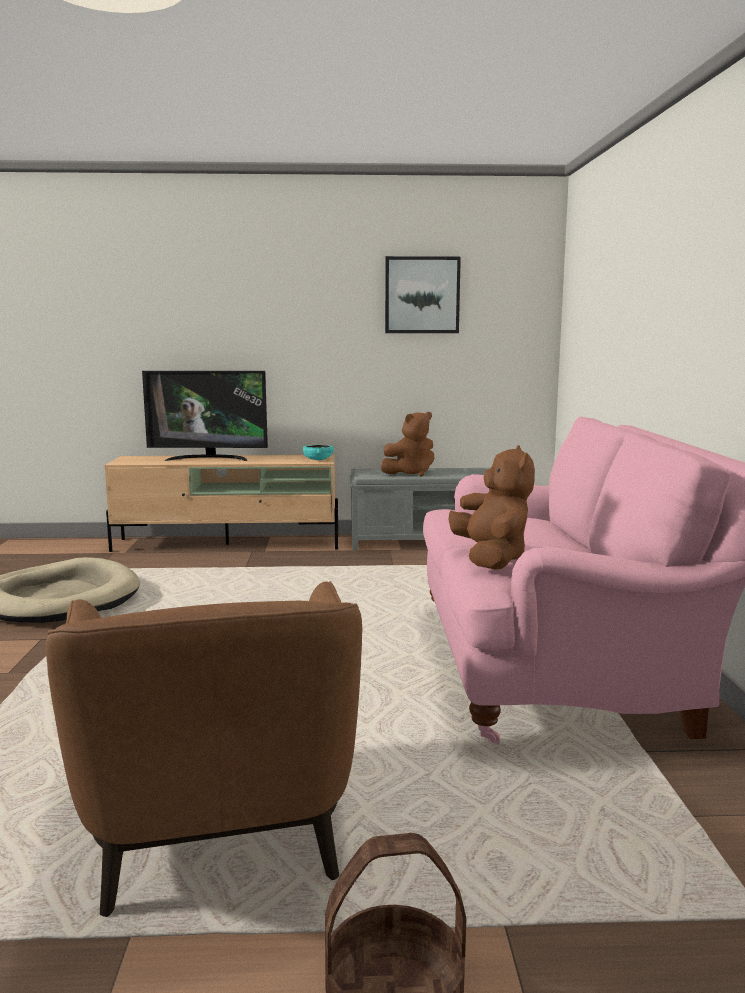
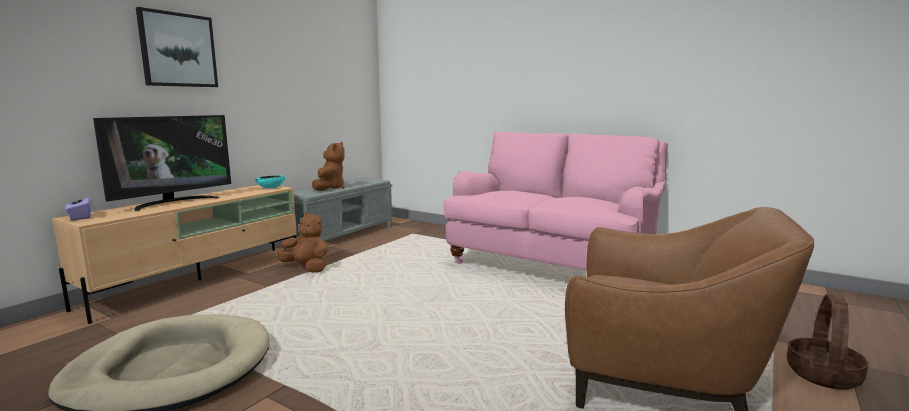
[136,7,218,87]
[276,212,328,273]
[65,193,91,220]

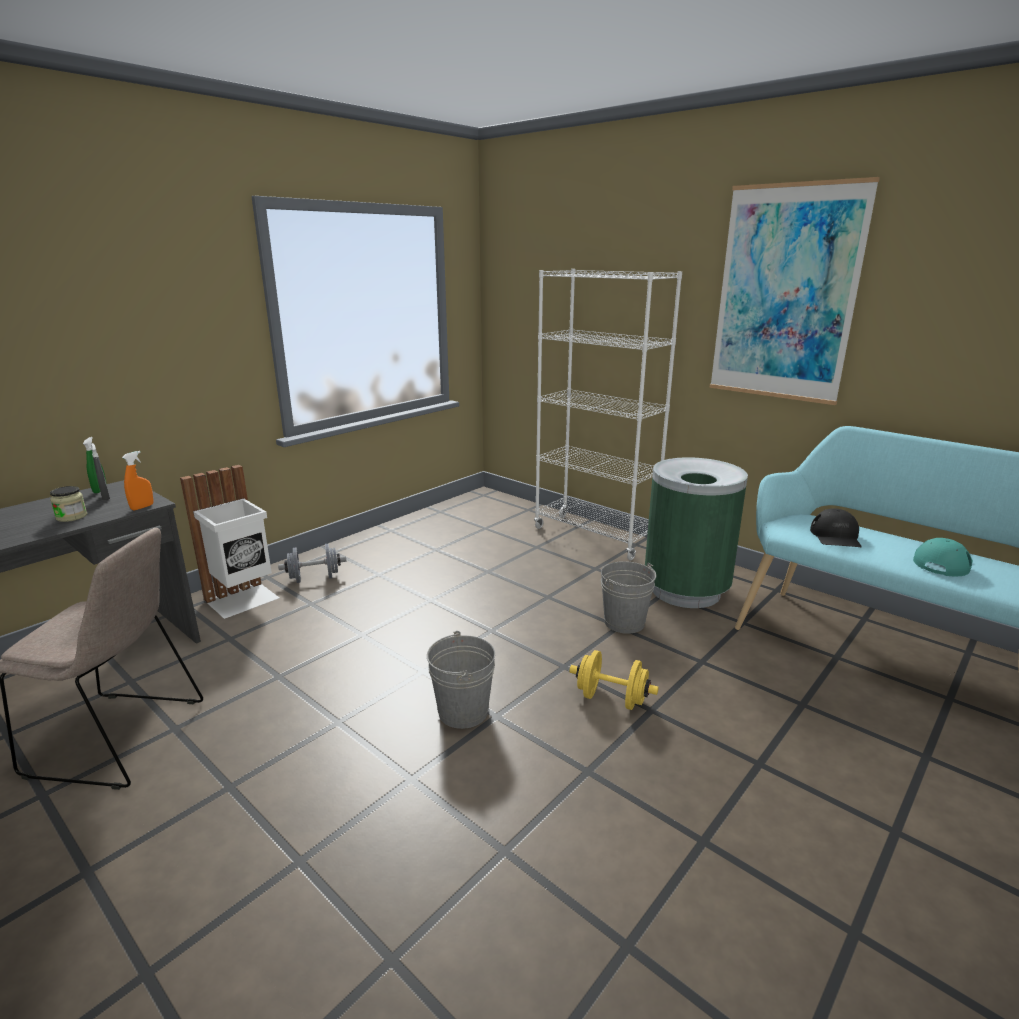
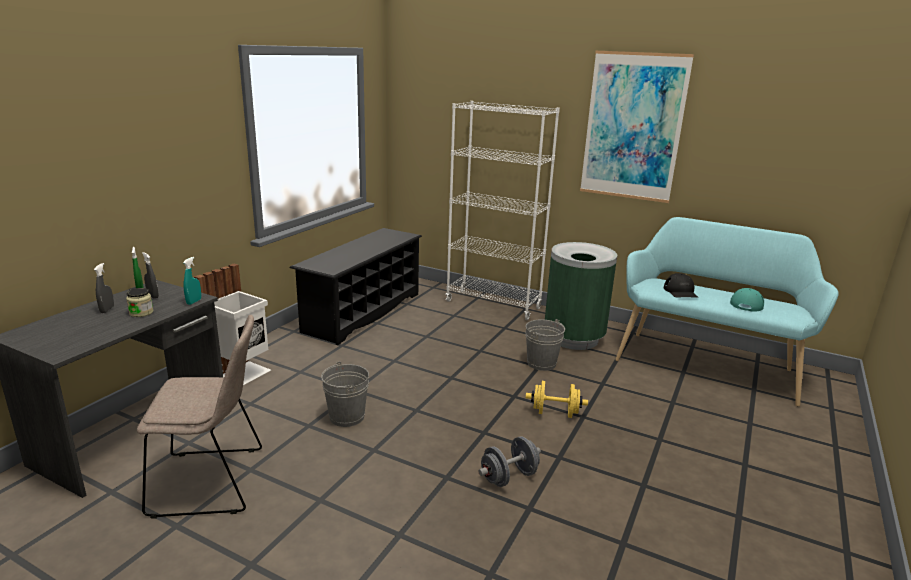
[183,257,201,305]
[478,436,541,487]
[321,361,369,427]
[94,263,114,313]
[289,228,422,345]

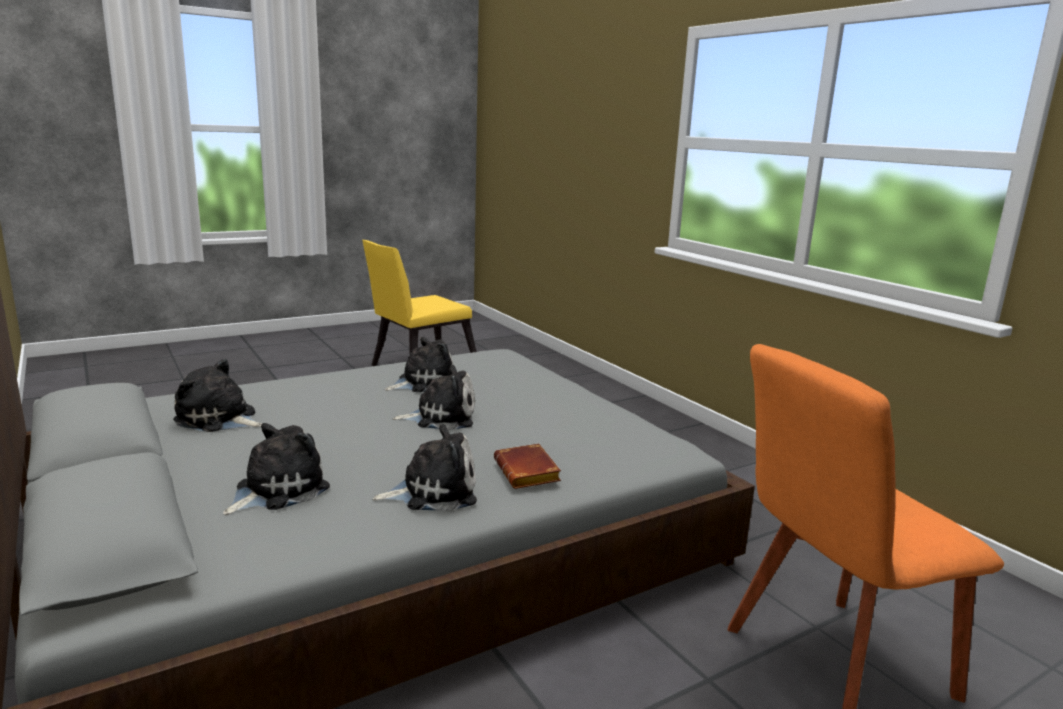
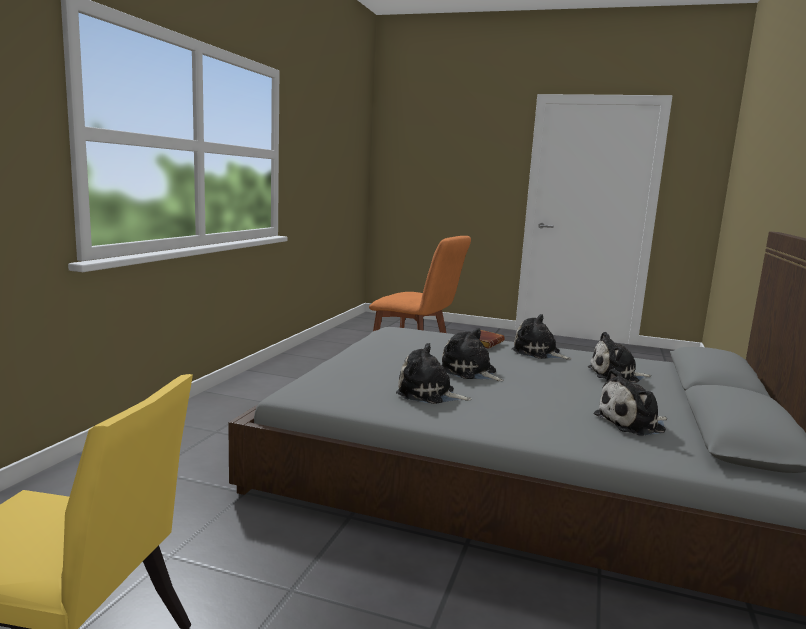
[594,368,667,435]

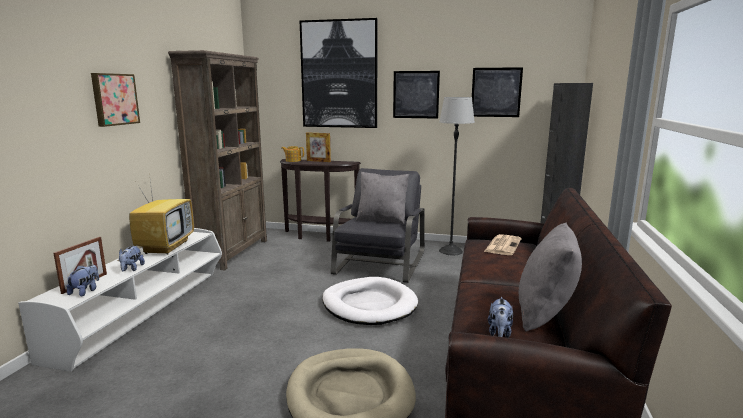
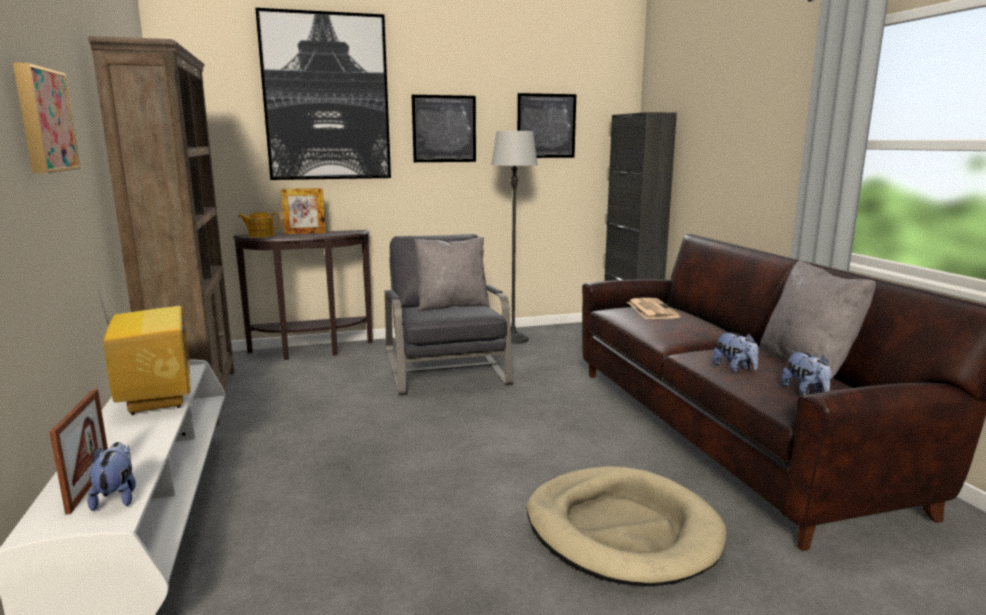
[713,332,759,373]
[322,277,418,325] (first image)

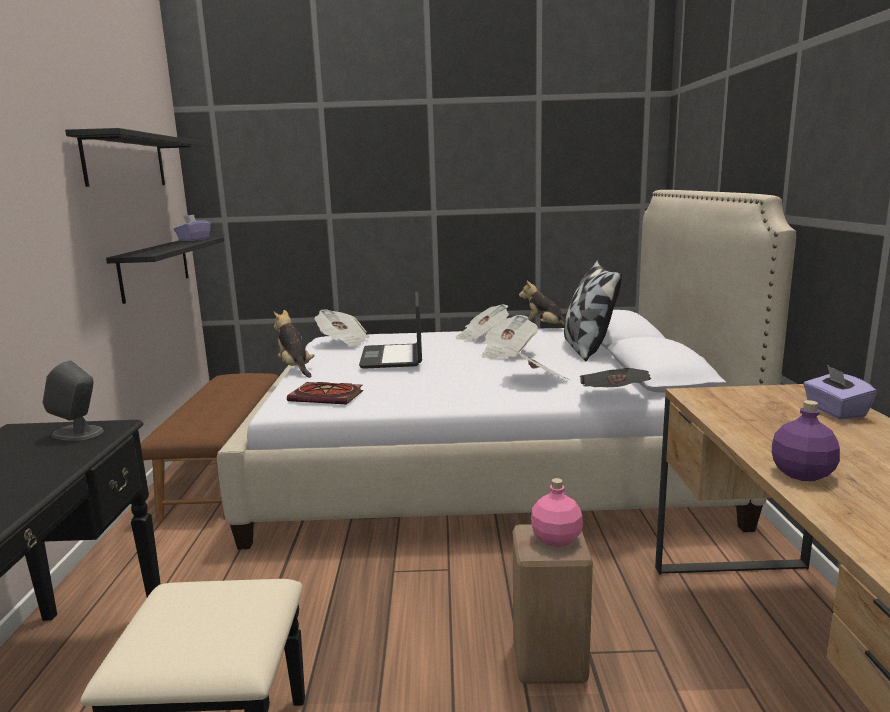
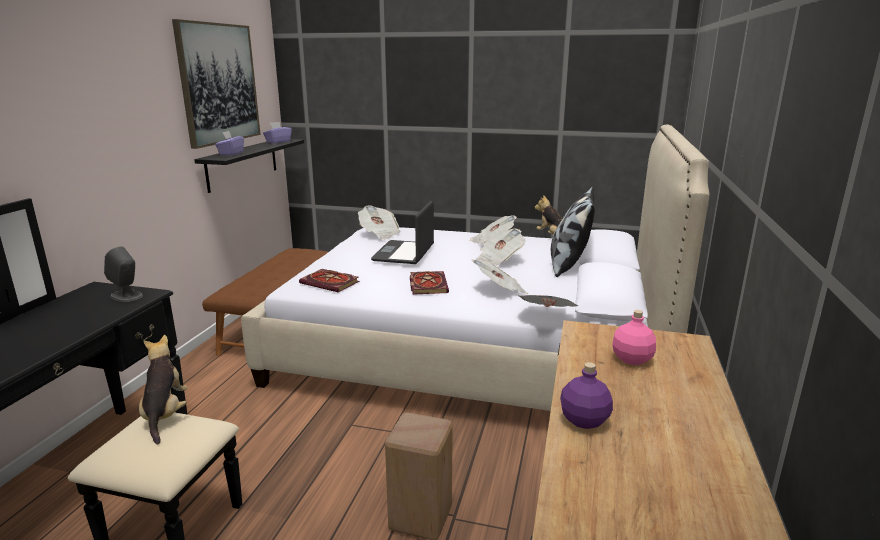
[172,19,261,149]
[139,335,187,444]
[612,310,656,365]
[215,131,244,155]
[410,271,449,295]

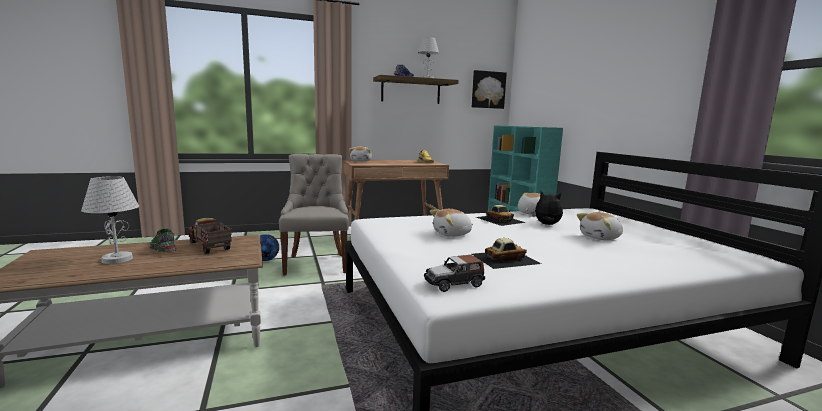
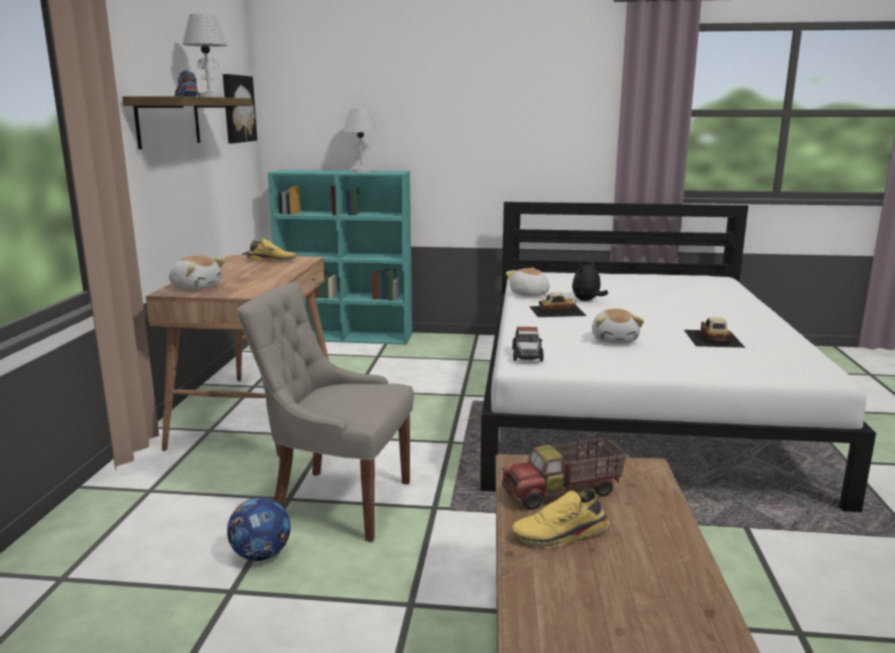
[343,109,377,173]
[511,490,609,548]
[512,327,544,361]
[577,212,623,240] (first image)

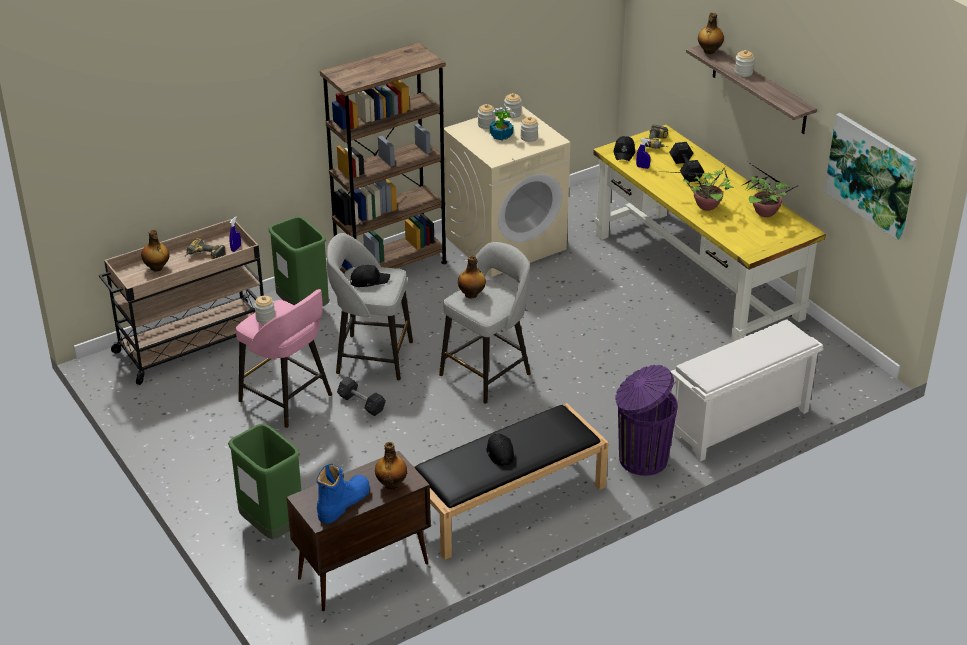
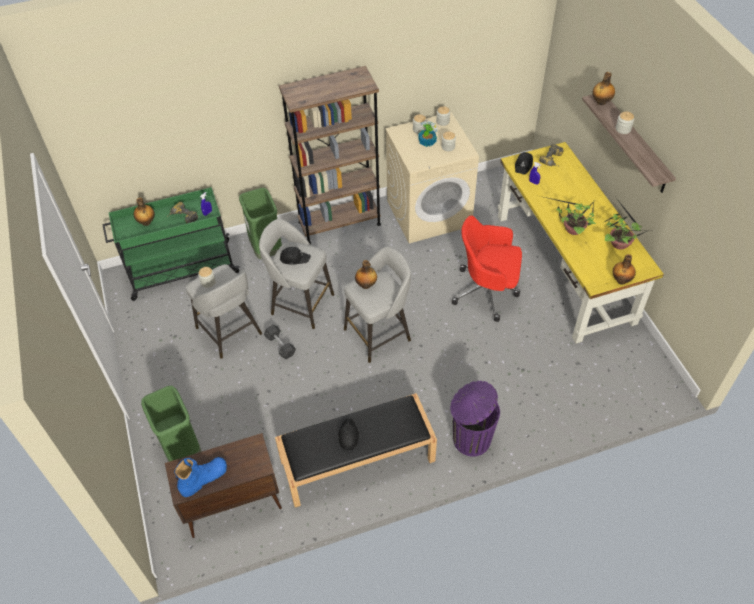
[102,187,240,301]
[186,264,262,359]
[613,254,636,285]
[669,142,705,182] (first image)
[670,319,823,462] (first image)
[824,113,917,241] (first image)
[452,216,522,322]

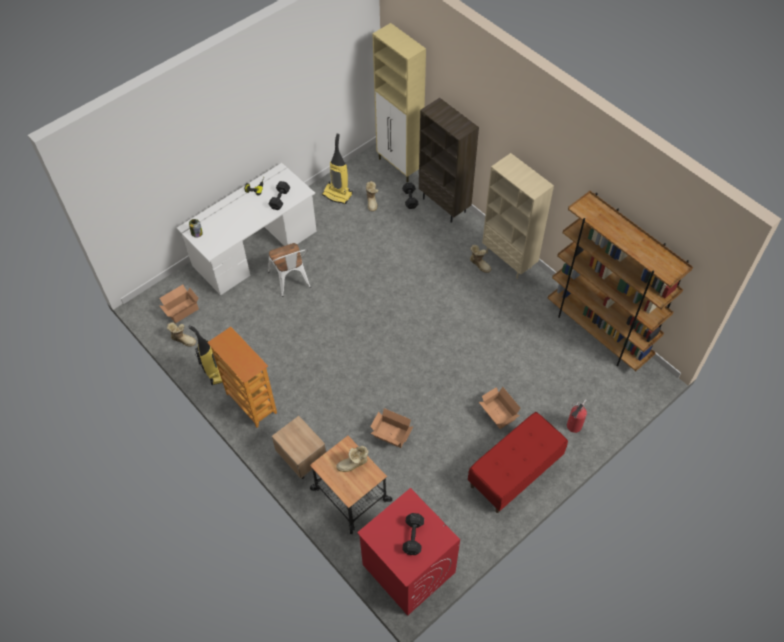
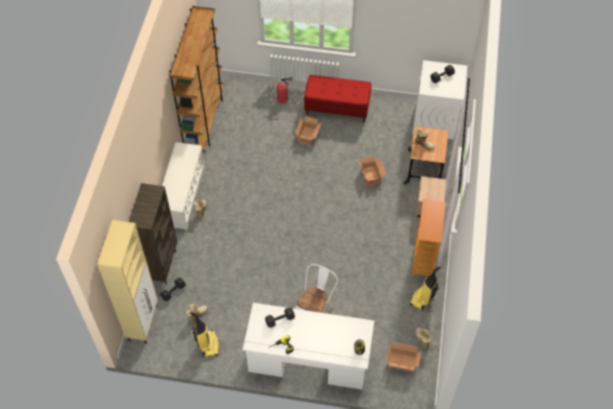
[413,60,467,139]
[162,142,205,231]

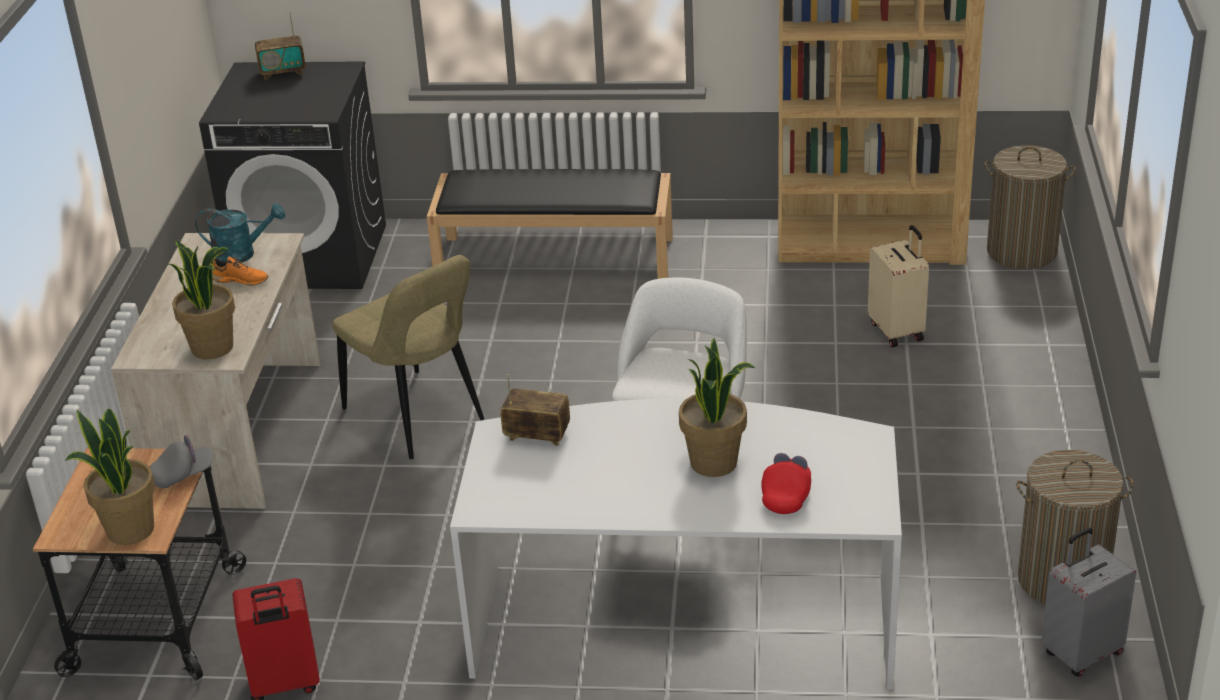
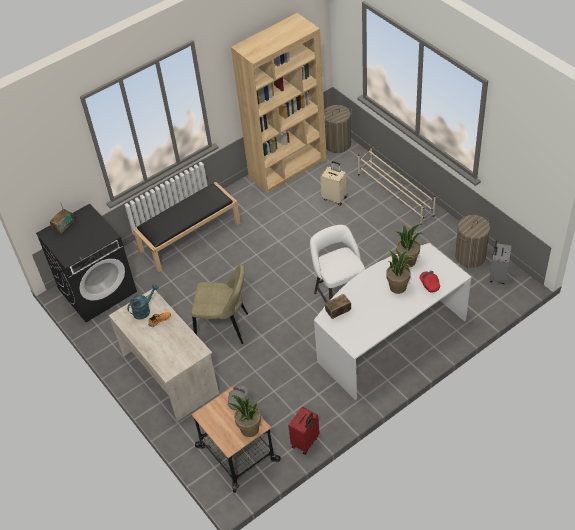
[395,223,425,268]
[358,147,436,225]

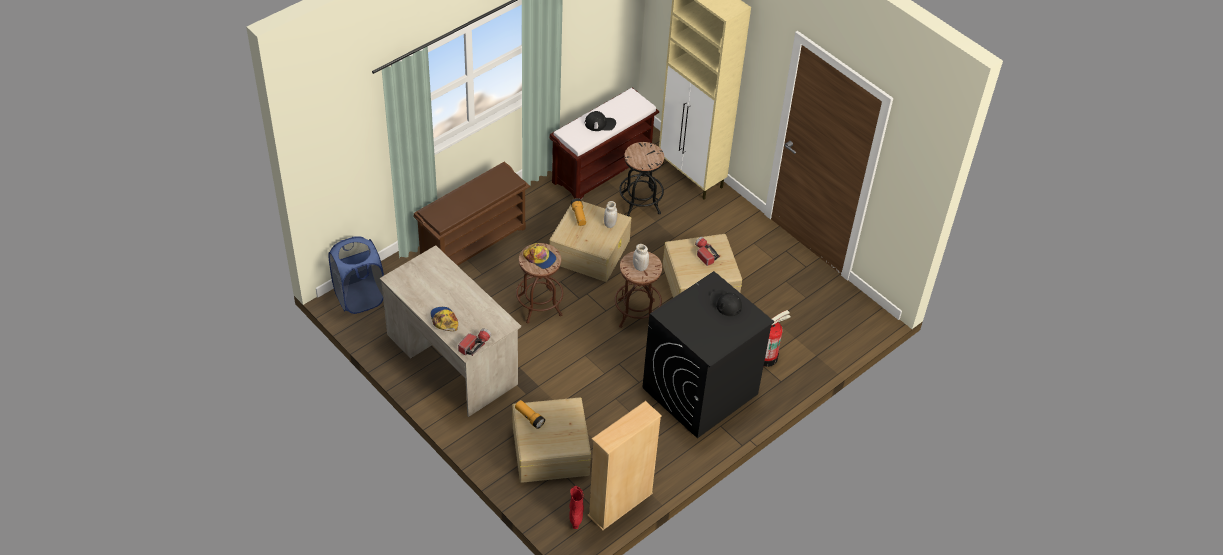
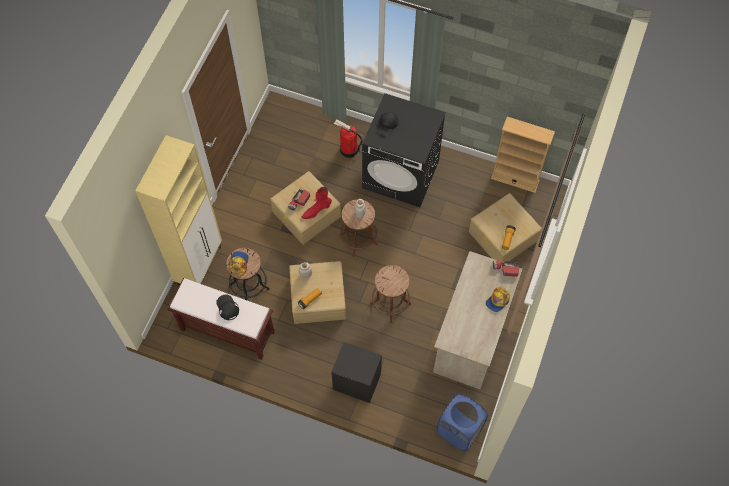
[331,342,382,403]
[229,251,249,276]
[301,187,332,219]

